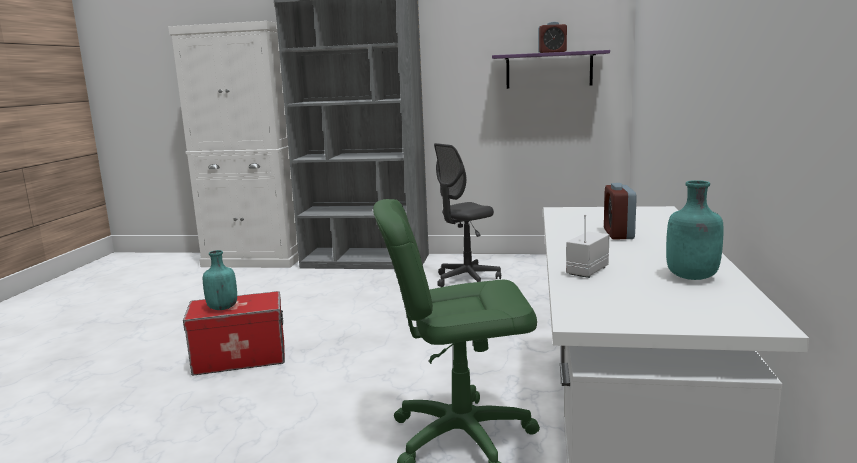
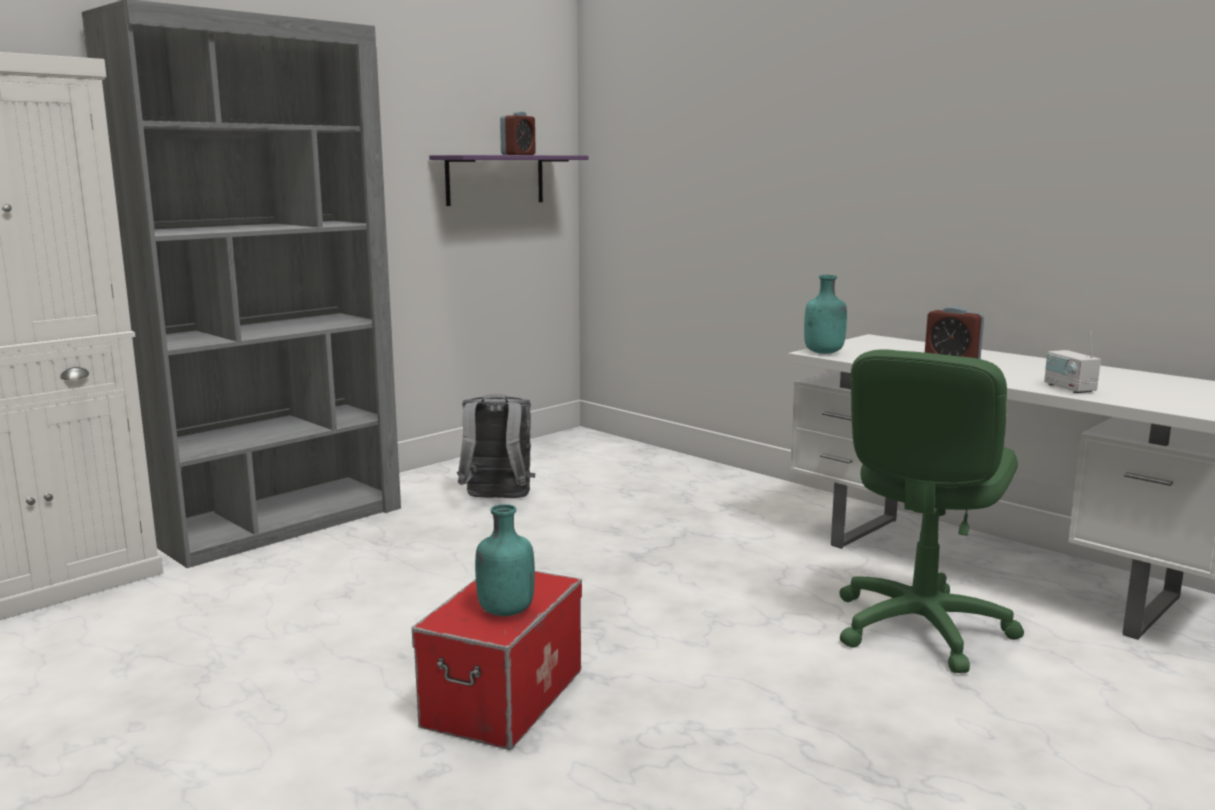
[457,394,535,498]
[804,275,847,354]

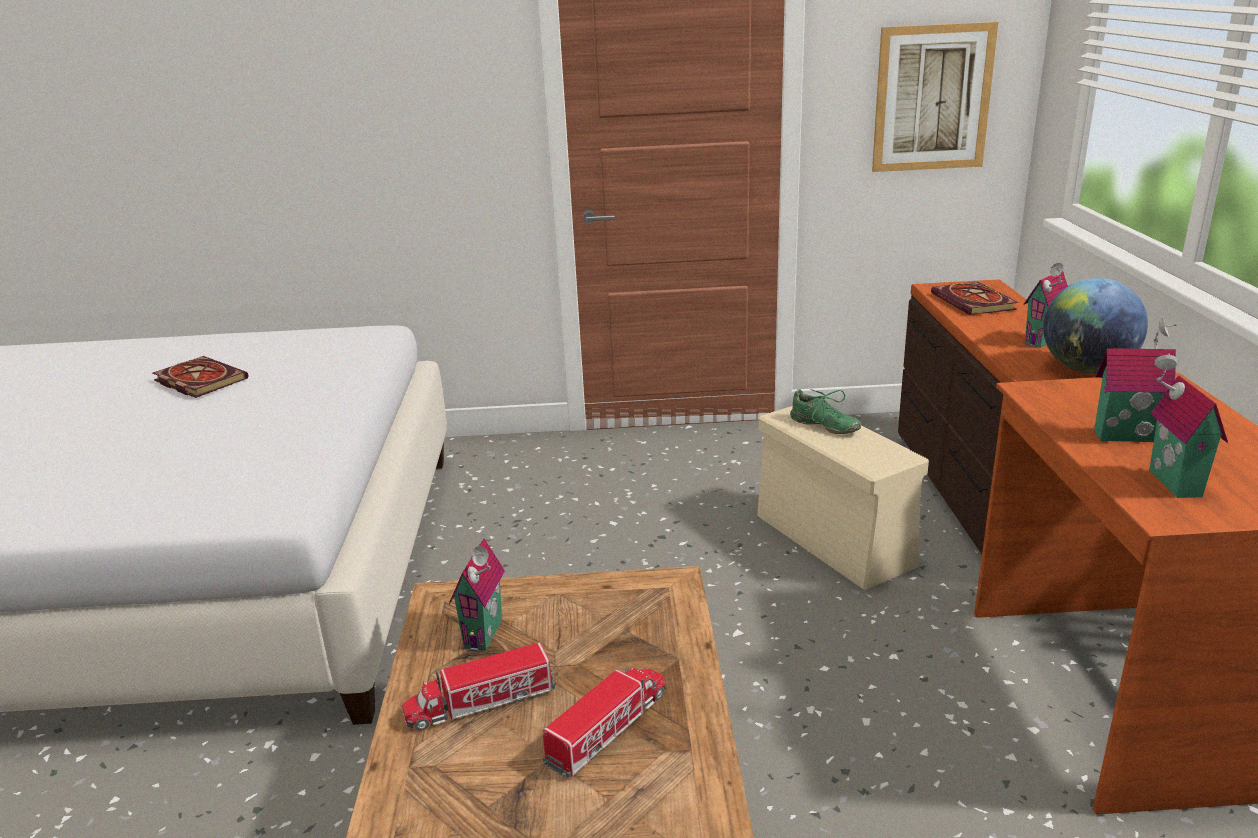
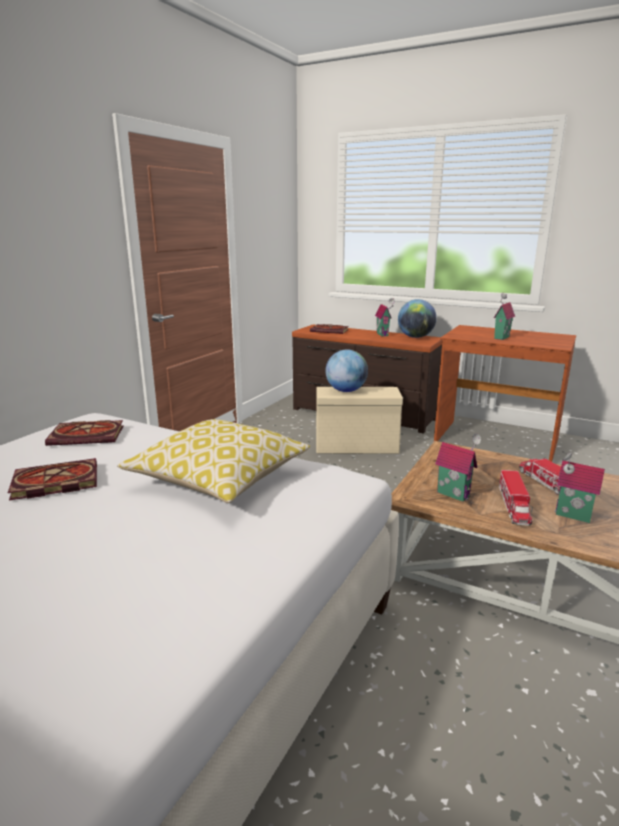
[325,349,368,392]
[872,22,998,172] (first image)
[555,451,605,523]
[45,420,124,446]
[117,419,310,503]

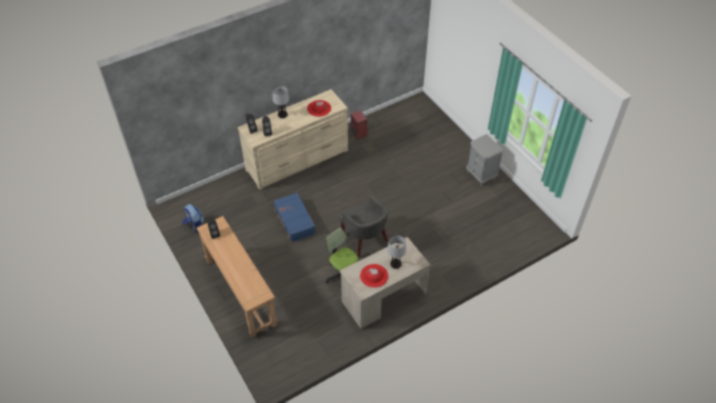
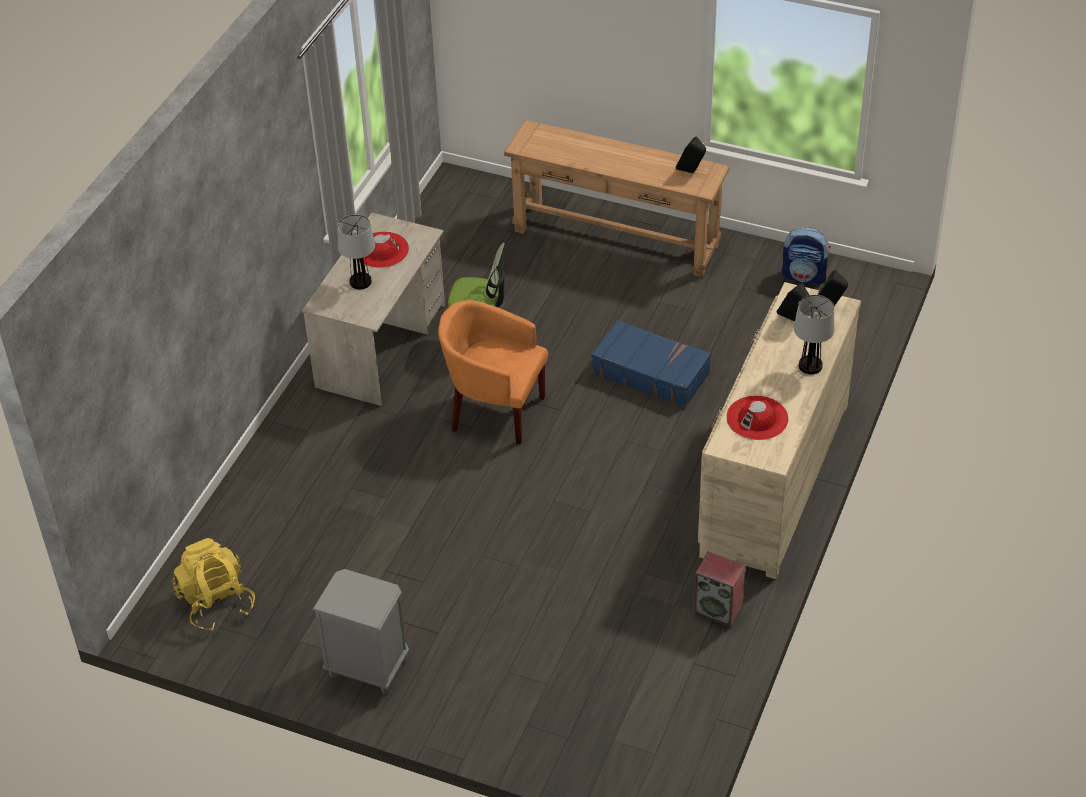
[438,300,548,444]
[172,538,255,631]

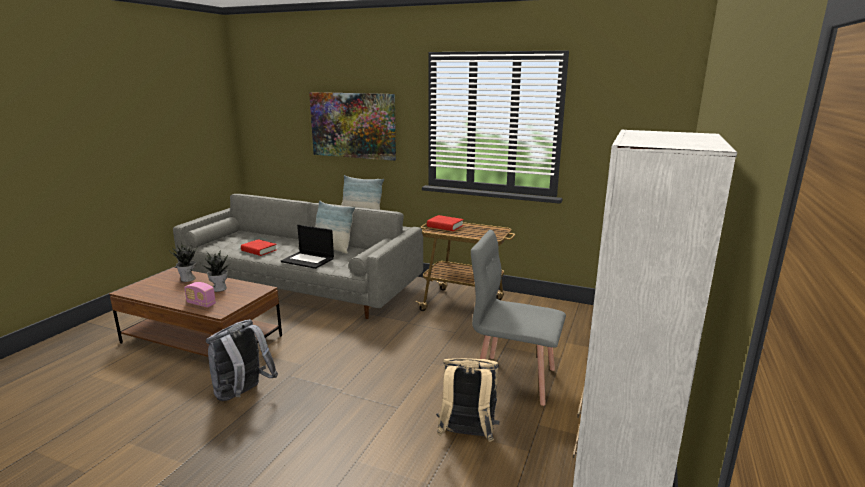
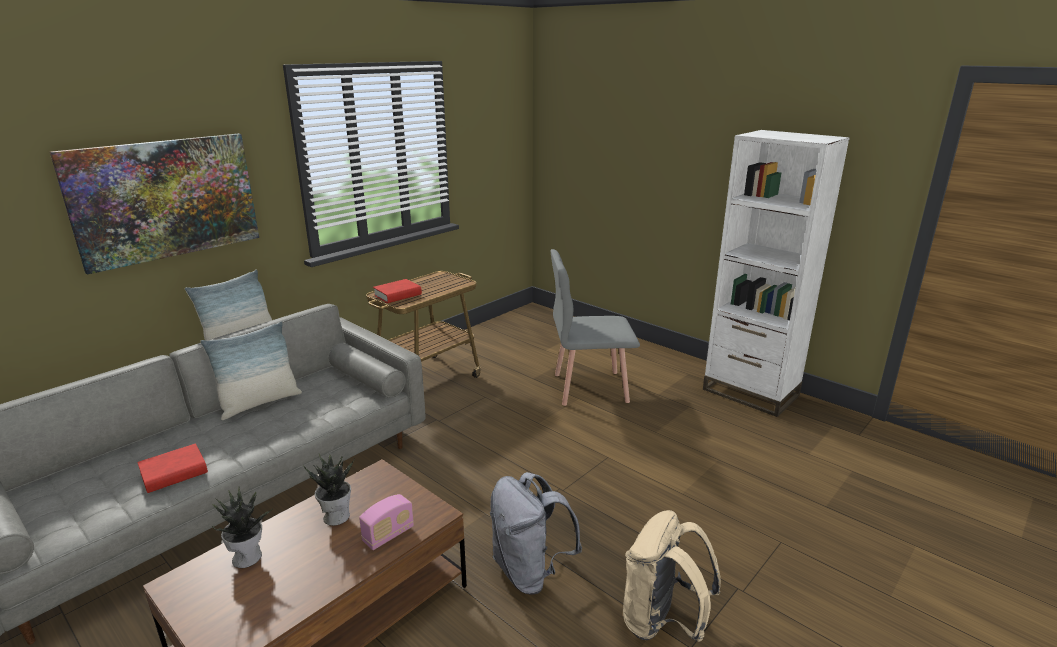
[281,225,334,269] (first image)
[623,510,721,642]
[551,249,640,406]

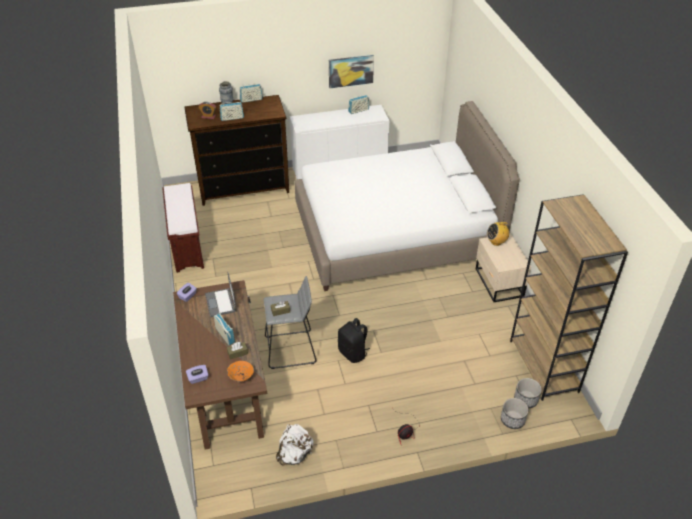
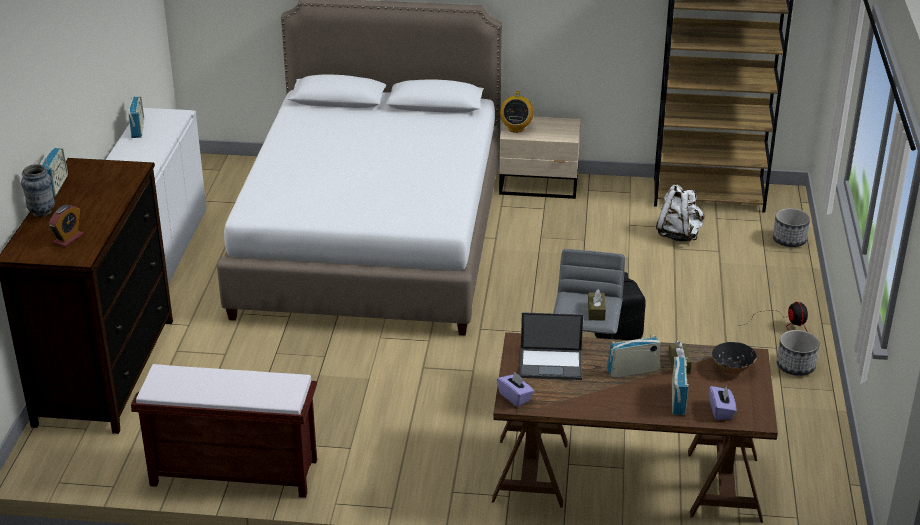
[672,357,689,415]
[712,342,757,374]
[656,184,704,241]
[329,55,374,88] (first image)
[777,330,820,376]

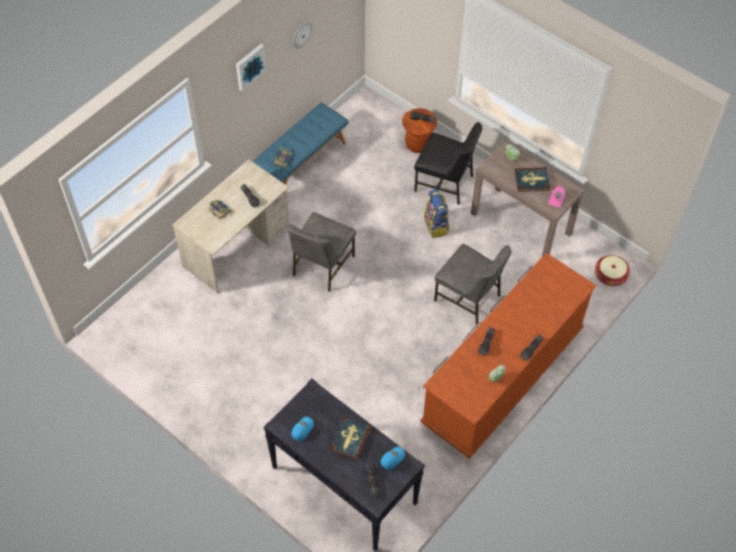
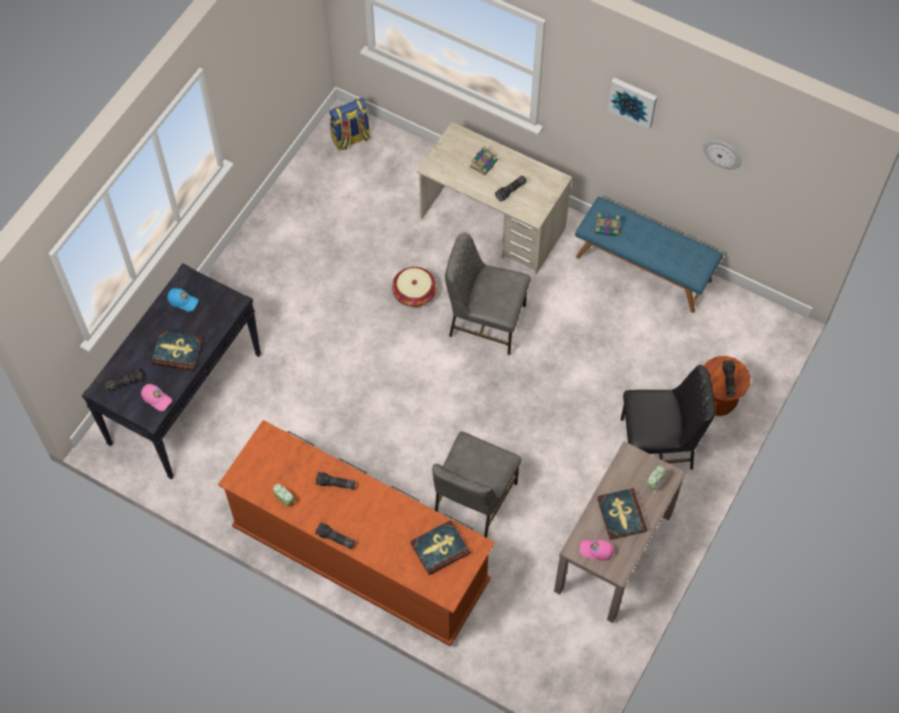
[141,384,172,411]
[621,365,715,470]
[329,98,371,150]
[392,267,437,307]
[410,520,470,575]

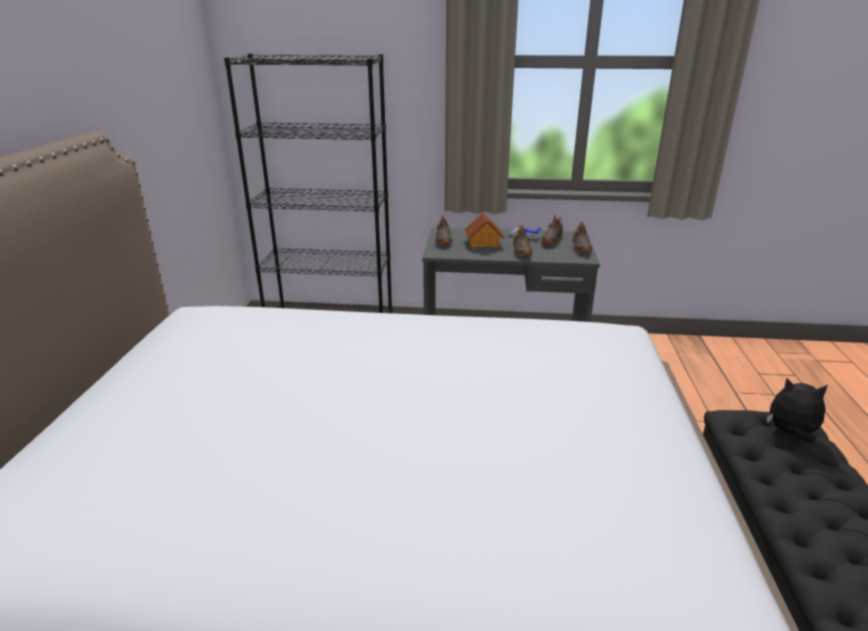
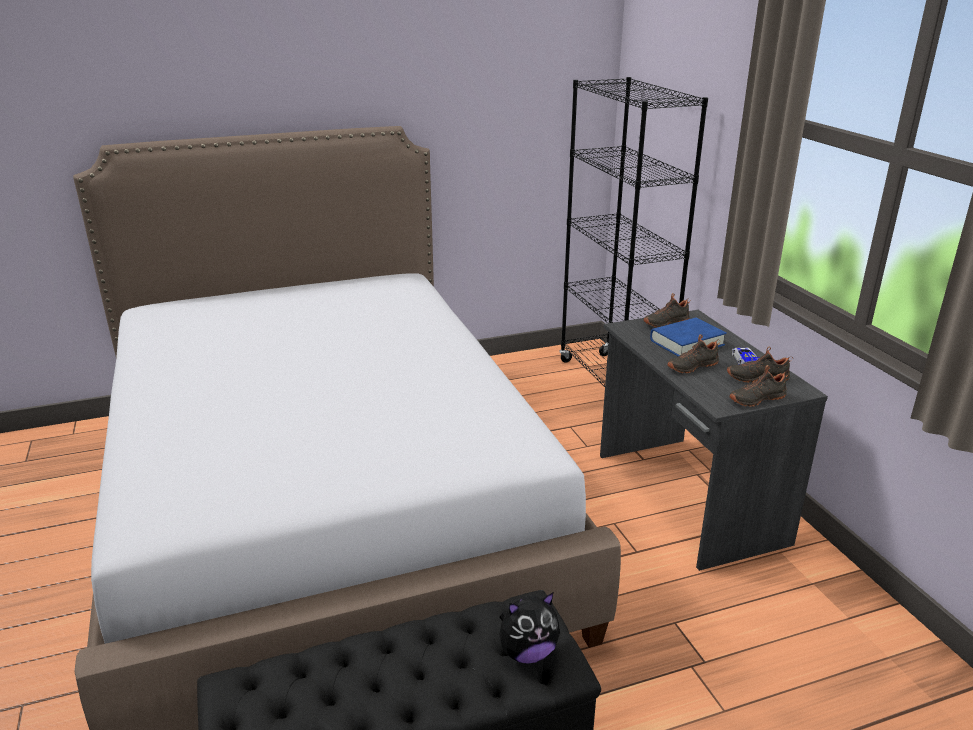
[650,318,727,356]
[499,593,560,664]

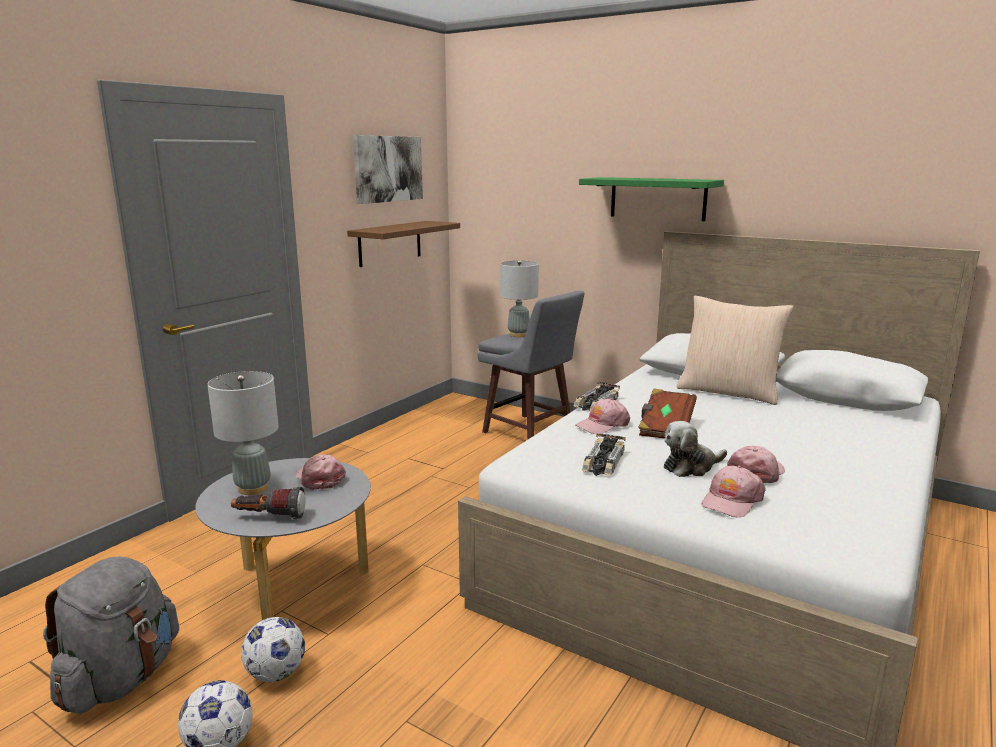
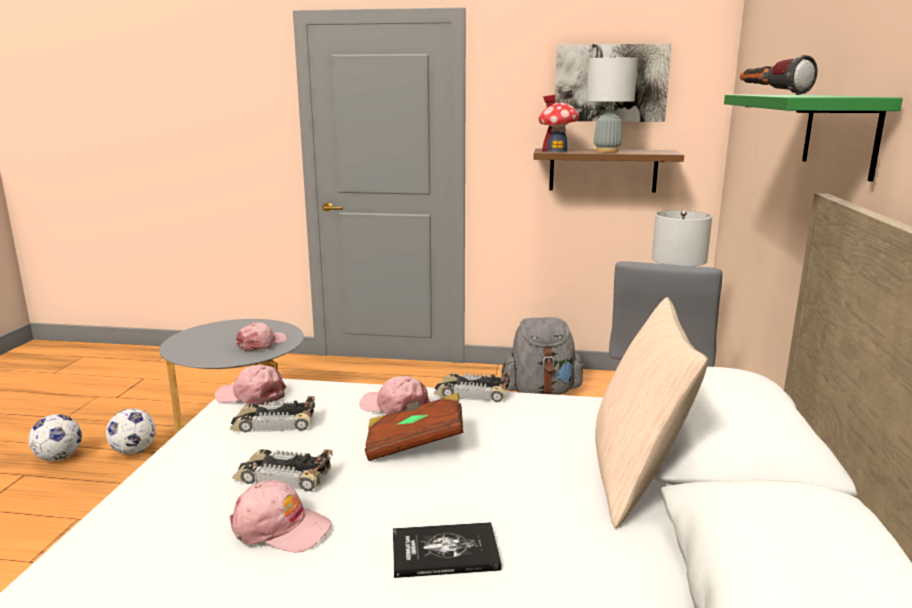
[501,317,585,395]
[586,54,638,153]
[740,55,817,95]
[231,449,333,491]
[215,365,286,406]
[393,522,502,578]
[539,95,579,152]

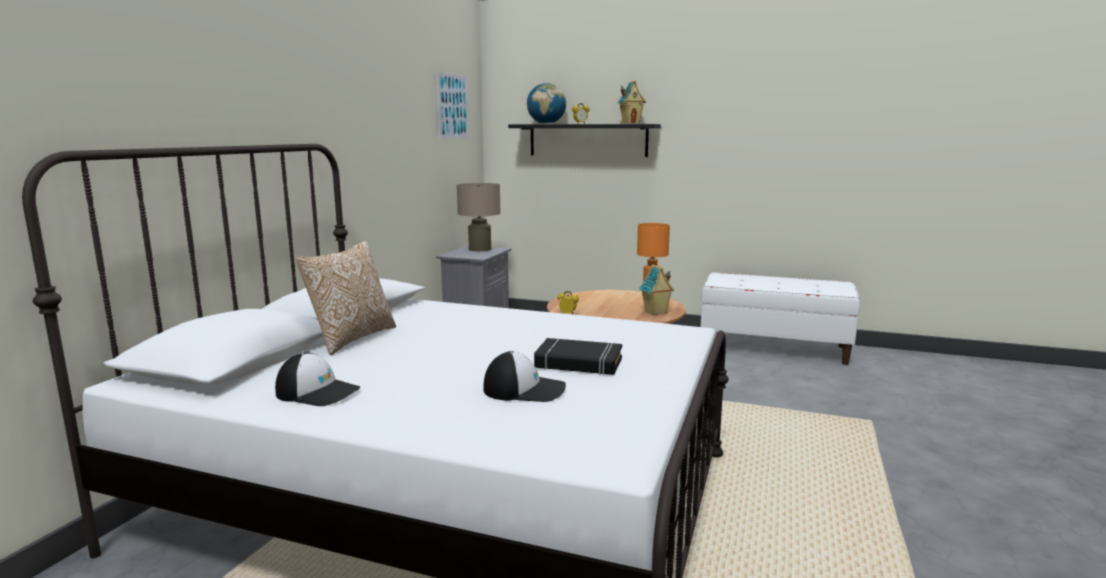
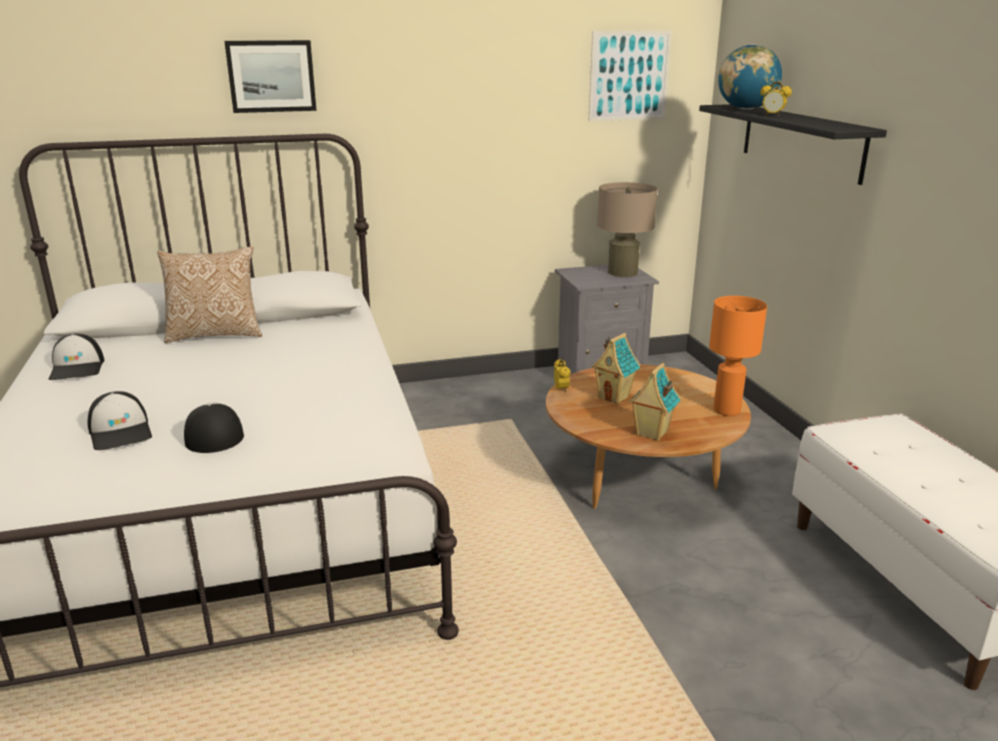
[184,403,244,453]
[592,333,640,404]
[224,40,317,113]

